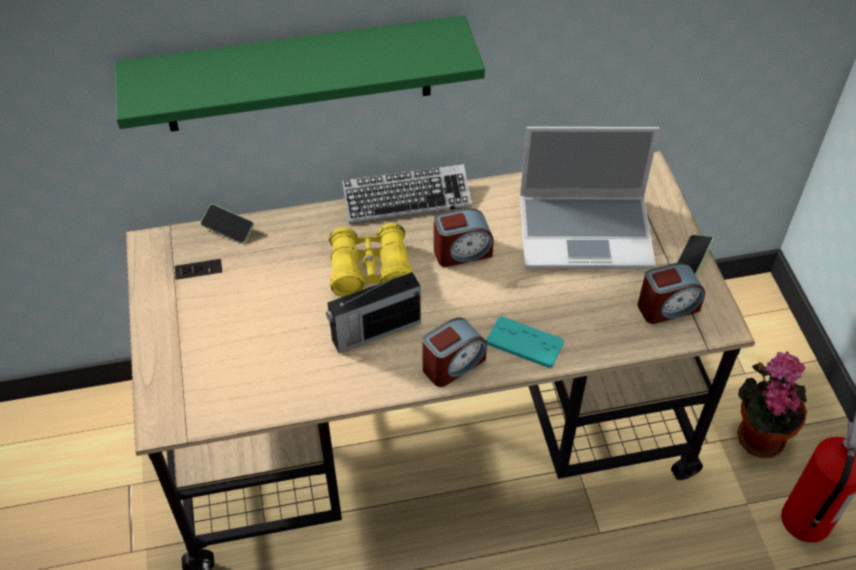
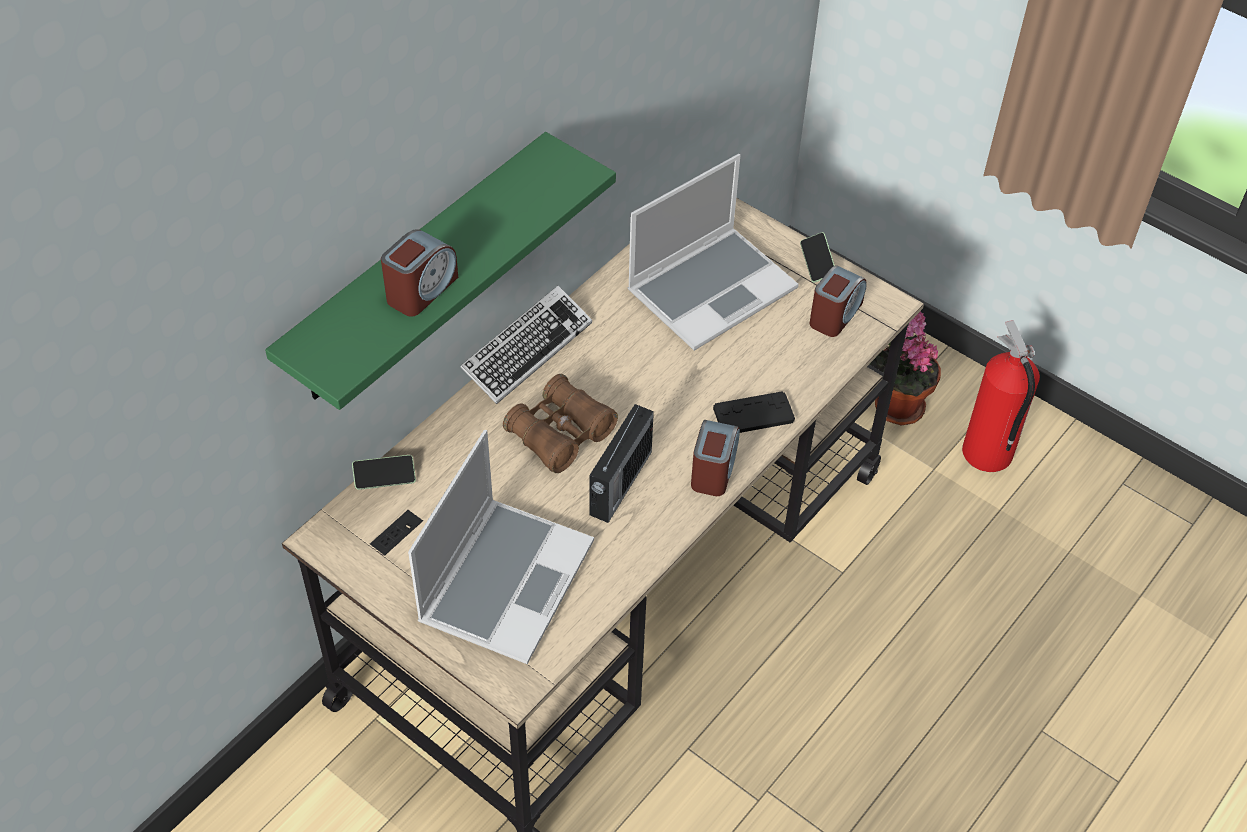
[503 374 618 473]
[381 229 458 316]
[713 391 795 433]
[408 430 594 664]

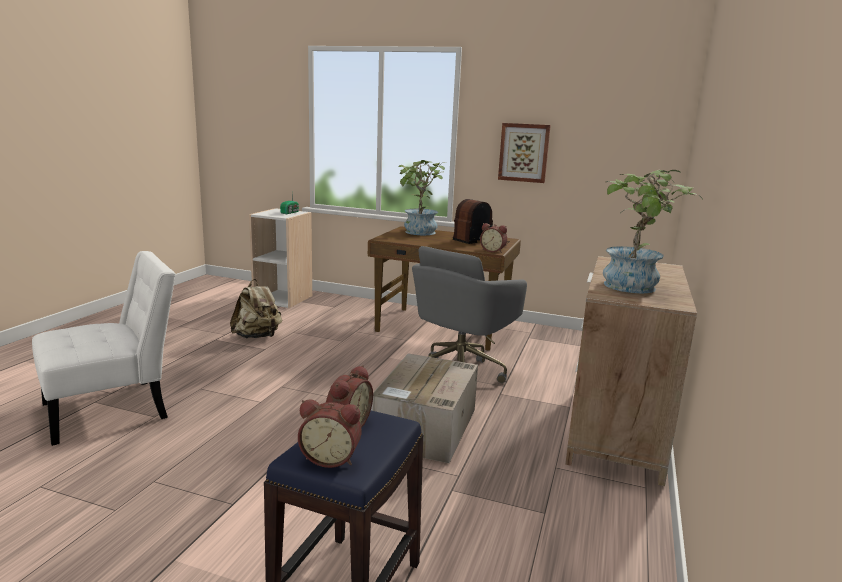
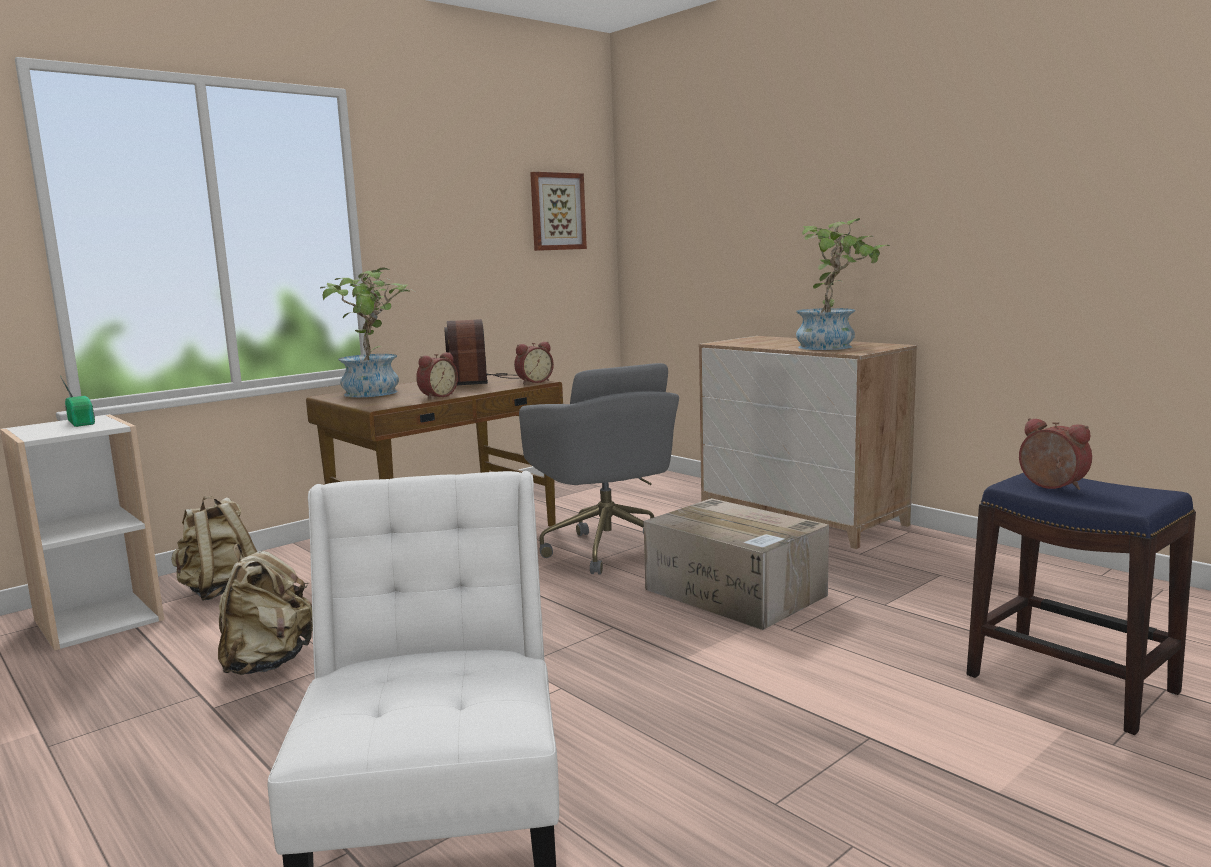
[416 352 458 399]
[530 172 587 251]
[171 496 257 601]

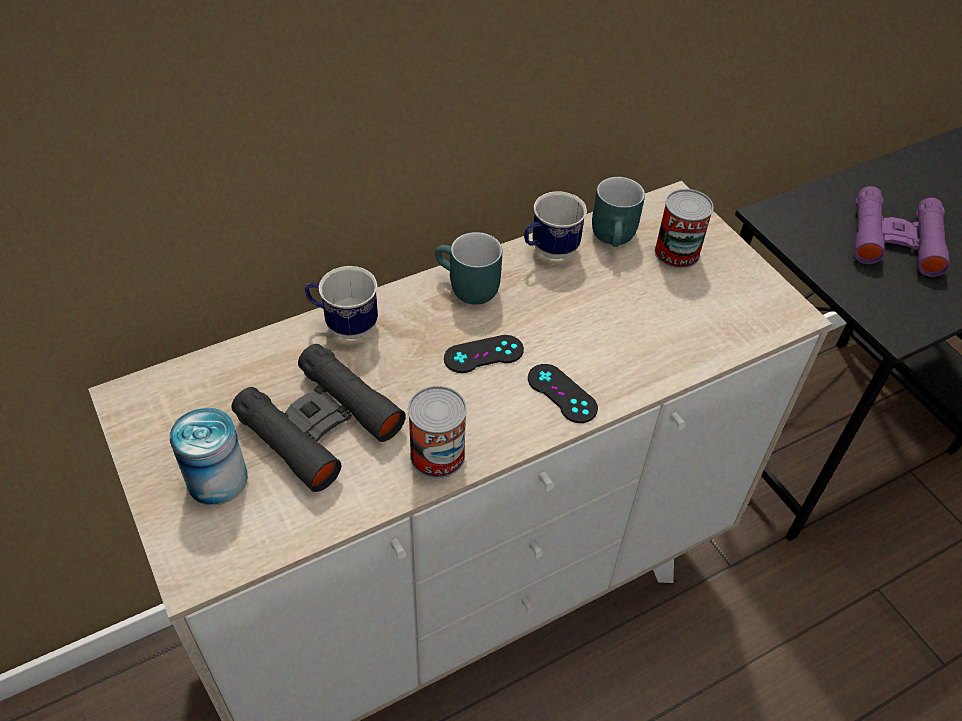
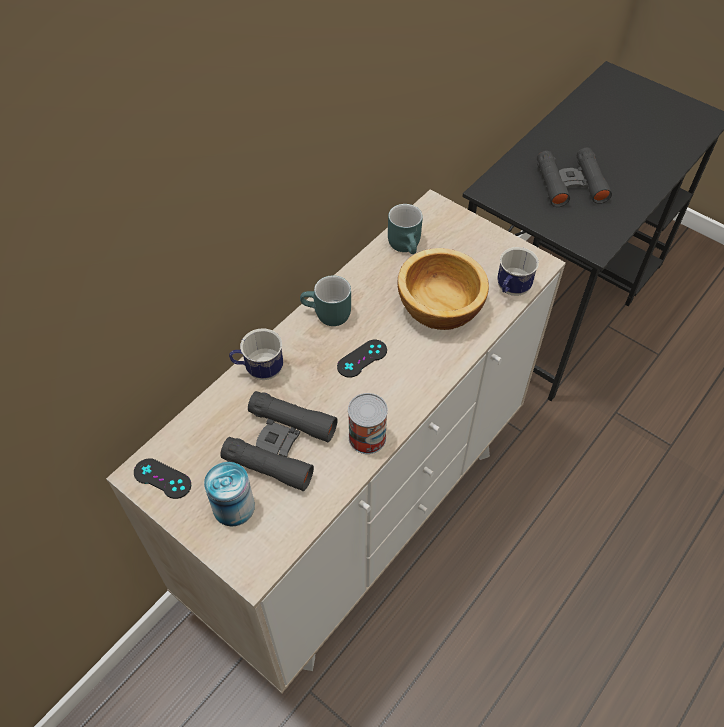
[497 247 539 296]
[134 458 191 499]
[654 189 714 269] (first image)
[537 148 612 207]
[397 248 489 330]

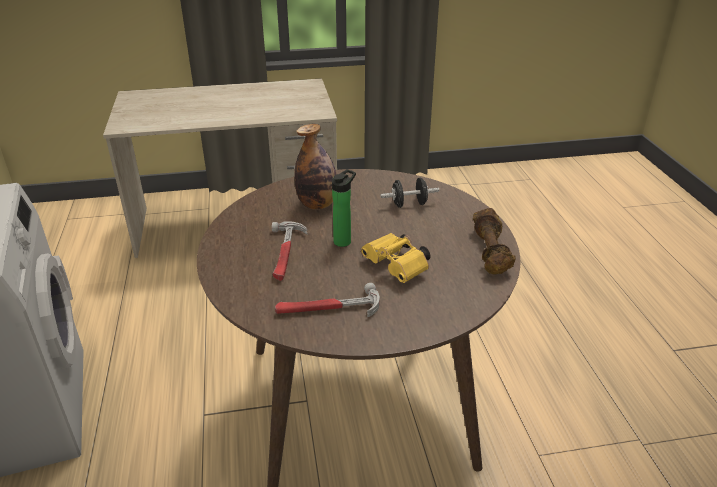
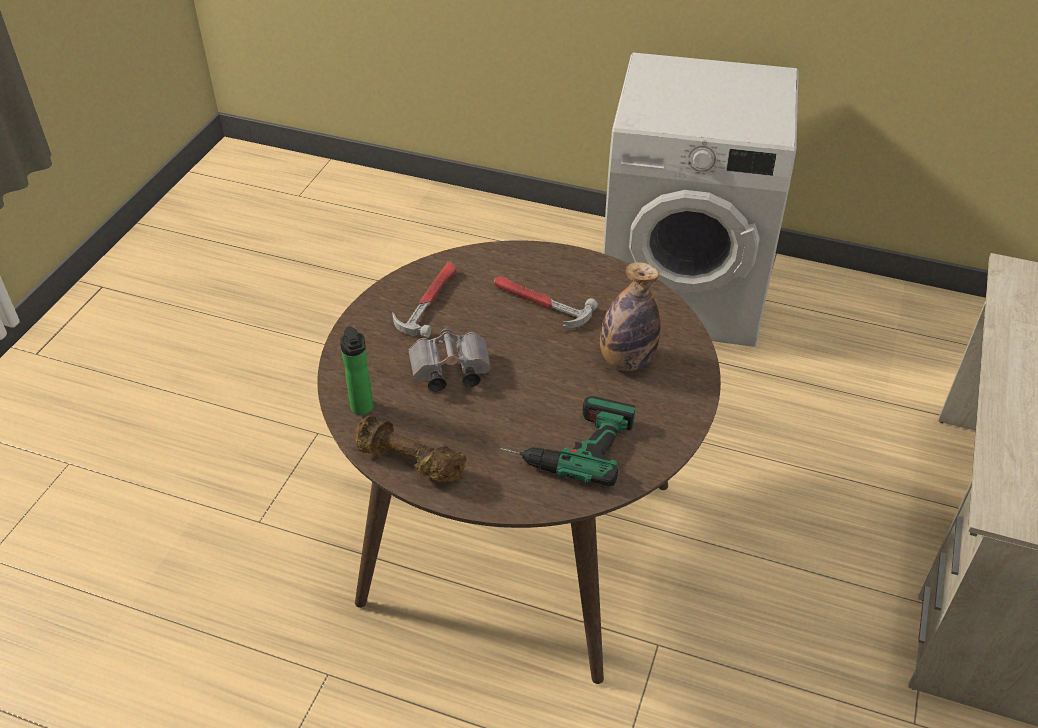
[340 326 374 415]
[408 328 491 392]
[500 396 635 486]

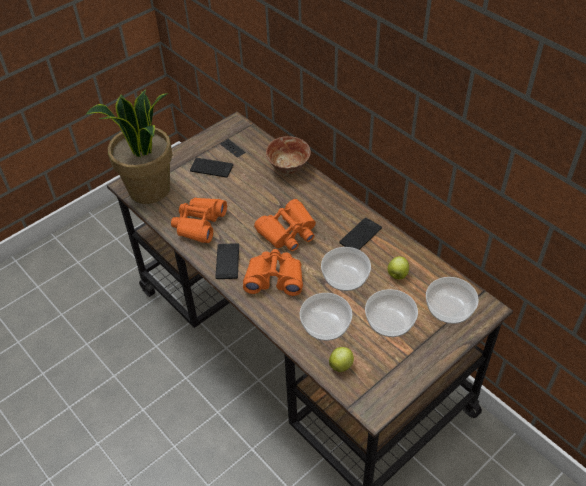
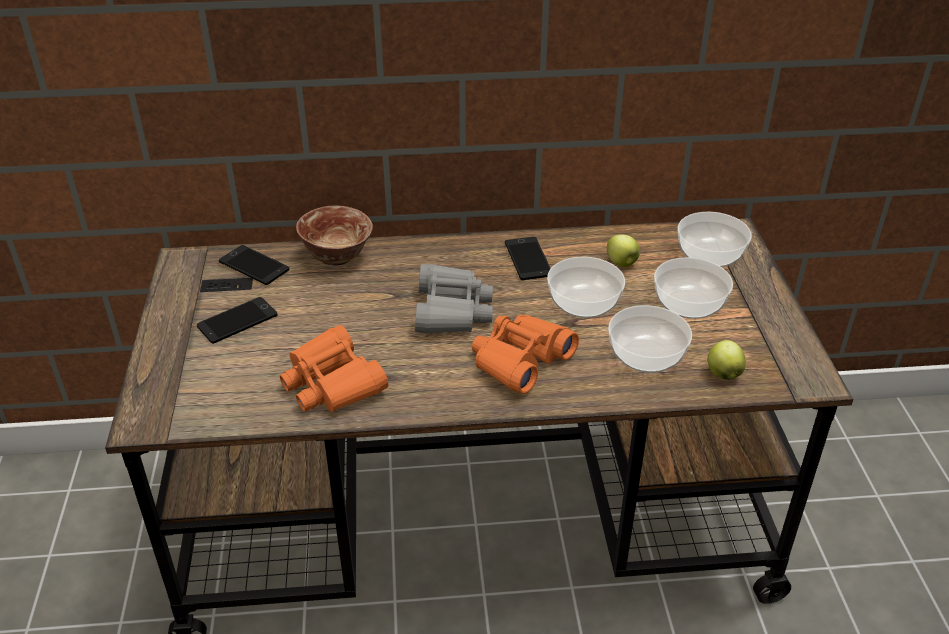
[86 89 173 204] (first image)
[219 245 289 285]
[415 264 493 334]

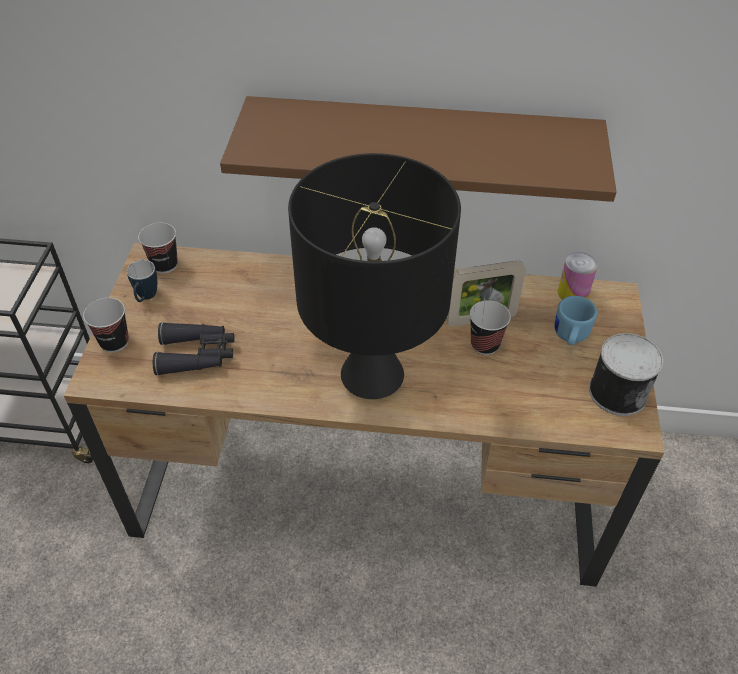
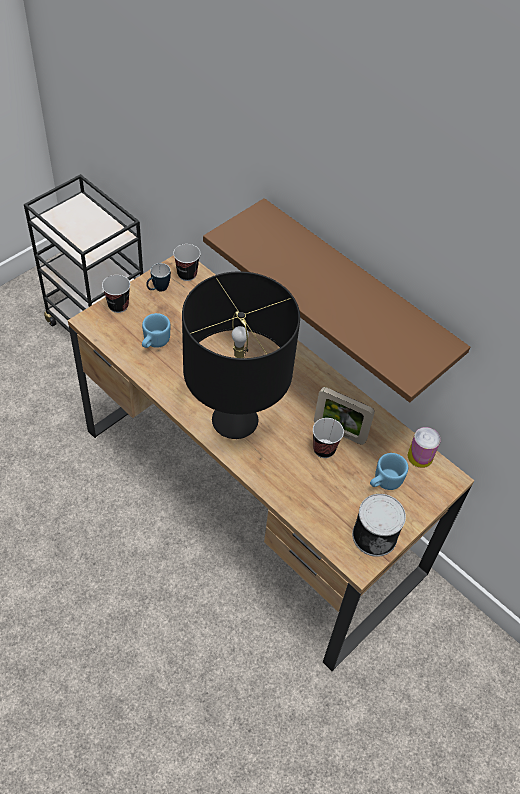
[142 313 170 348]

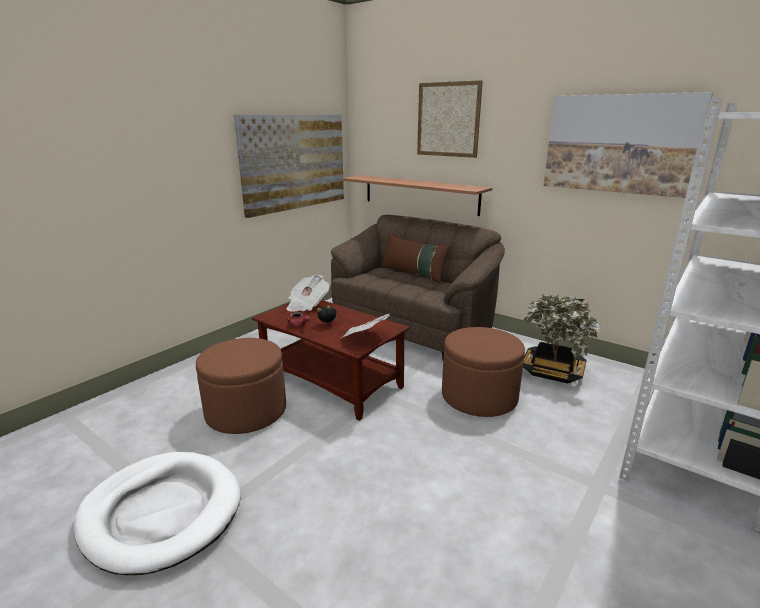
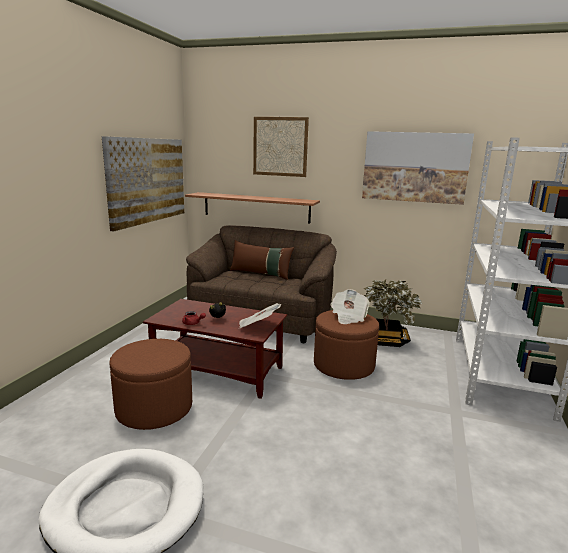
[331 289 370 324]

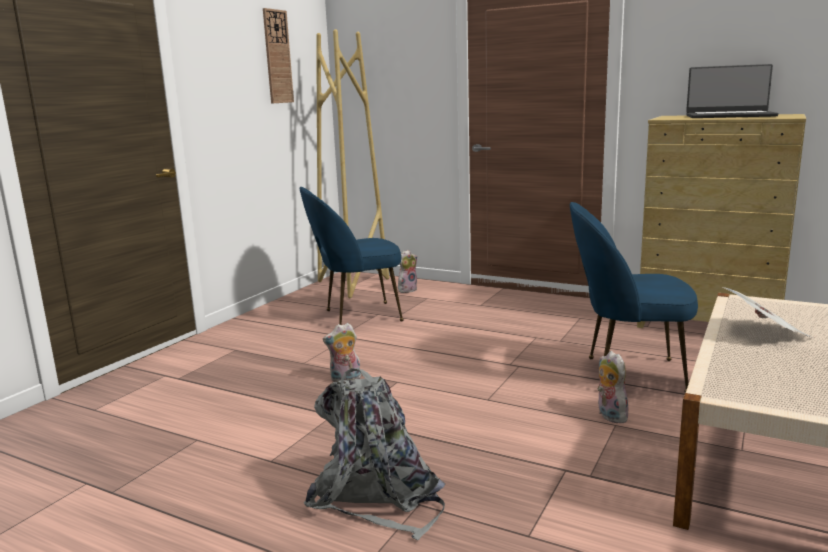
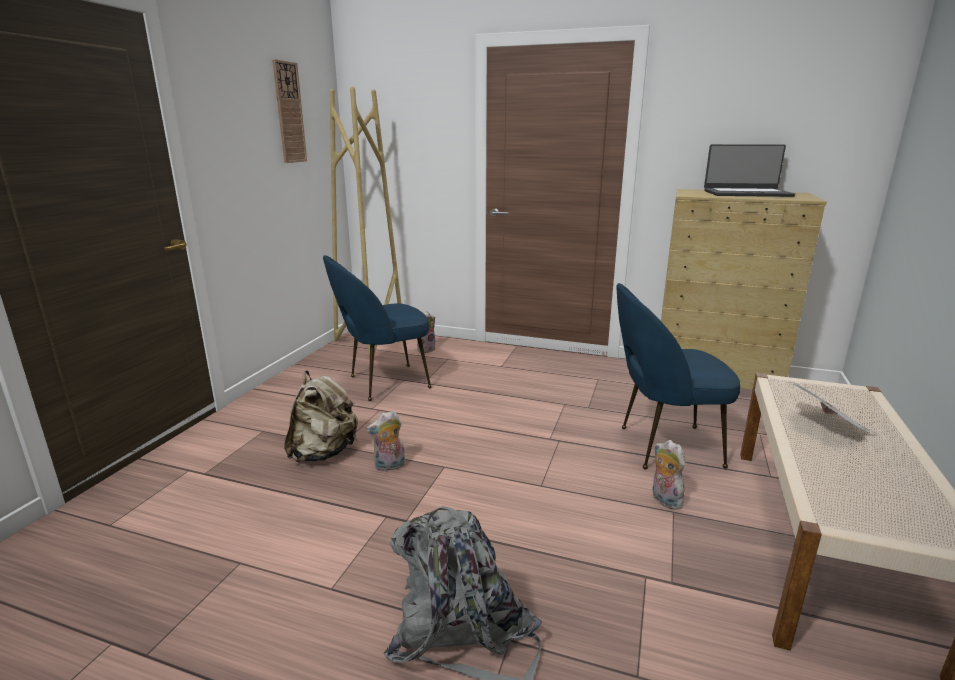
[284 370 358 462]

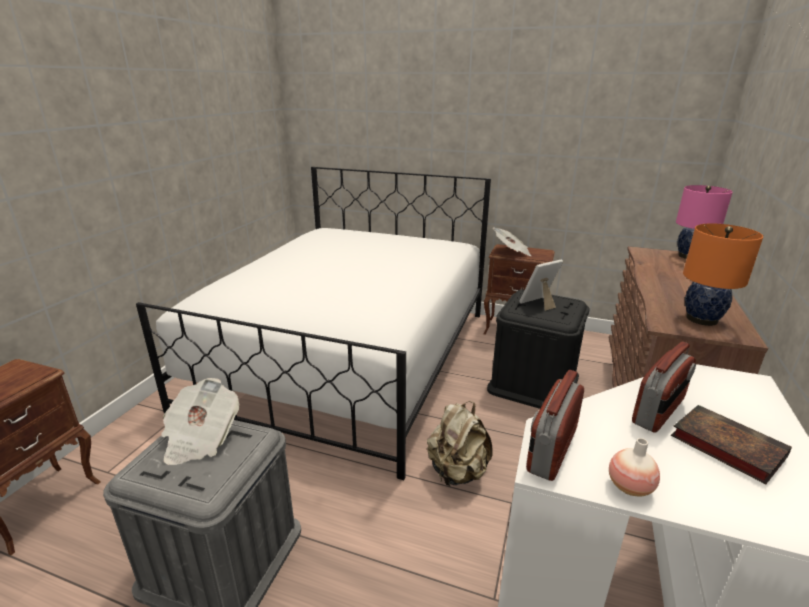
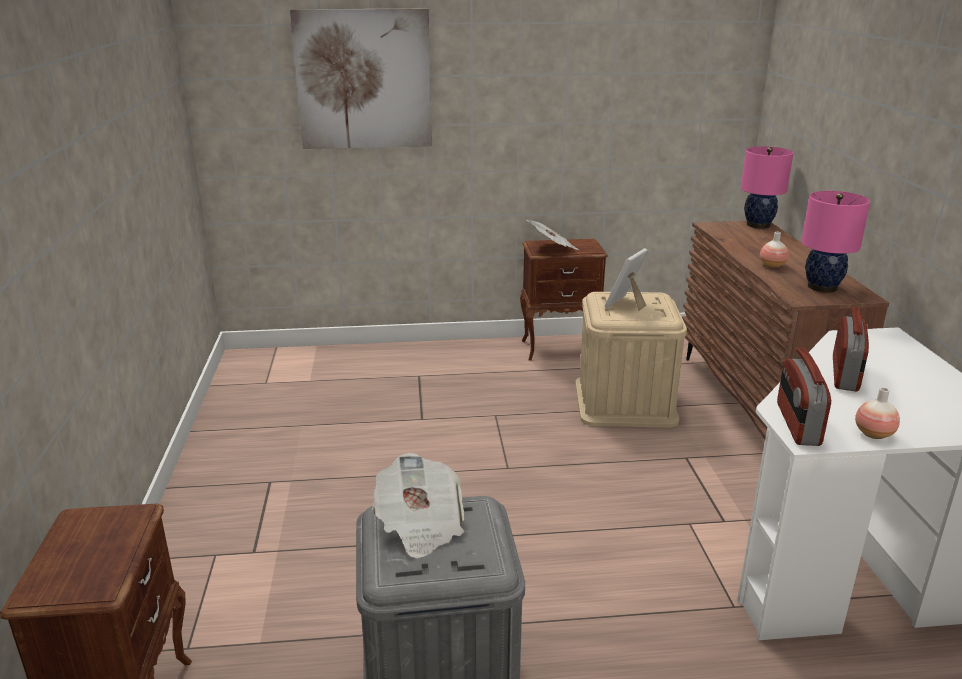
[136 167 491 480] (first image)
[427 401 493 487] (first image)
[575 292 687 428]
[671 405 792 484] (first image)
[801 191 870 292]
[290 9 432 149]
[760 232 789 268]

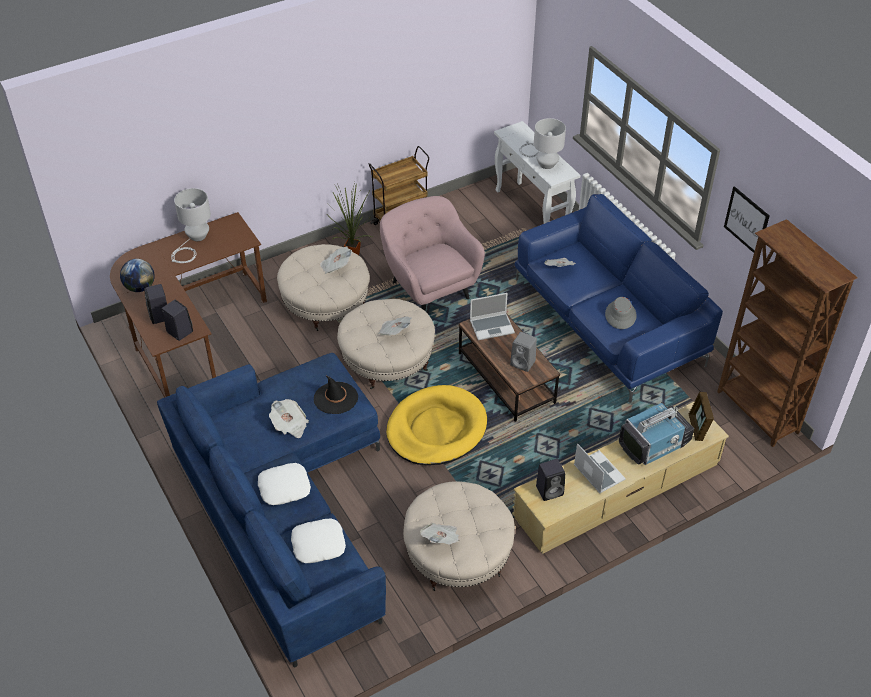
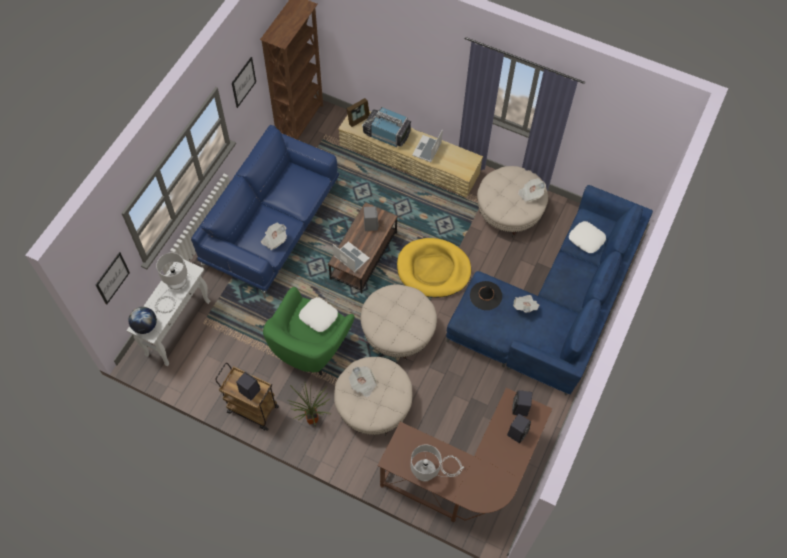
[128 307 157 334]
[299 297 338 332]
[378 316 412 336] (first image)
[263 287 354 375]
[236 372 260 400]
[605 297 637 329] (first image)
[96 252 130 305]

